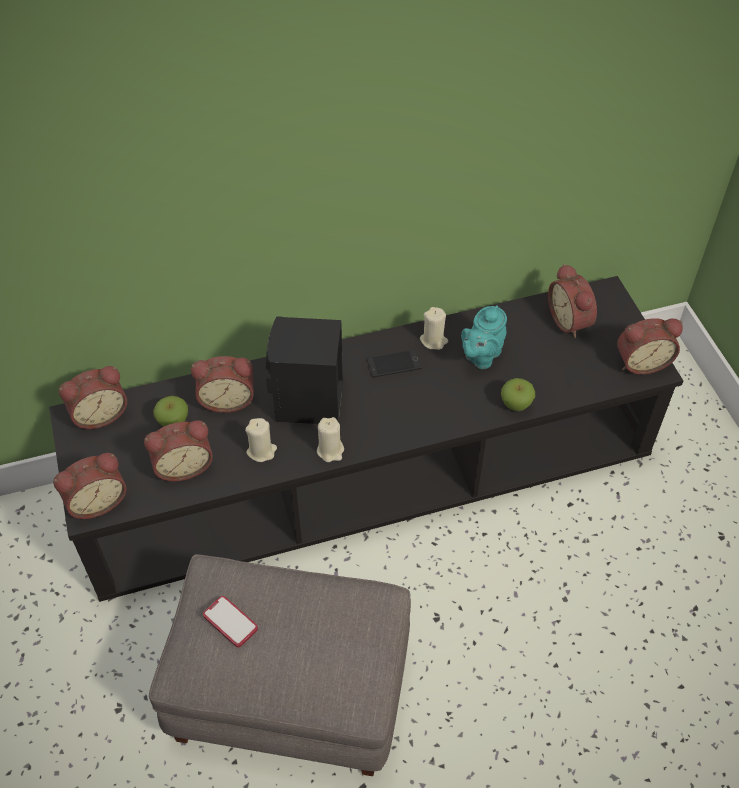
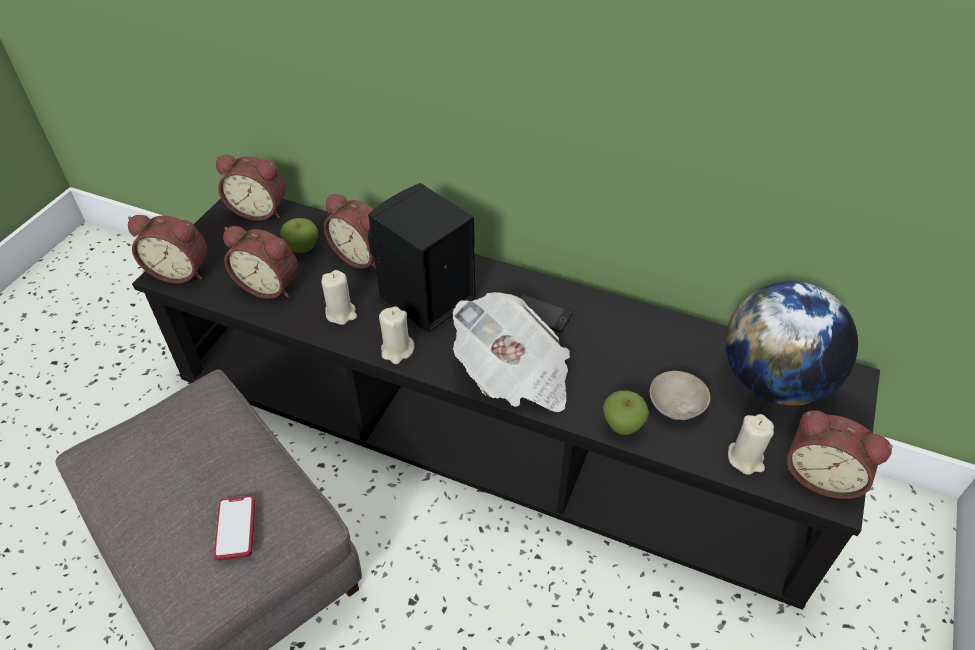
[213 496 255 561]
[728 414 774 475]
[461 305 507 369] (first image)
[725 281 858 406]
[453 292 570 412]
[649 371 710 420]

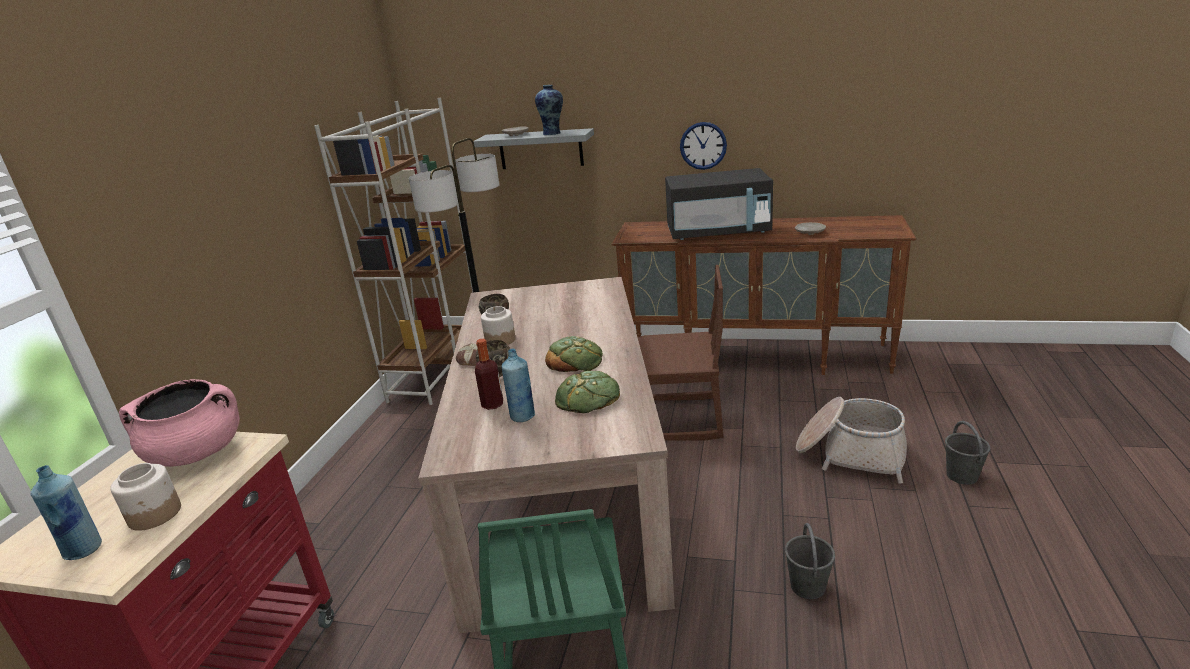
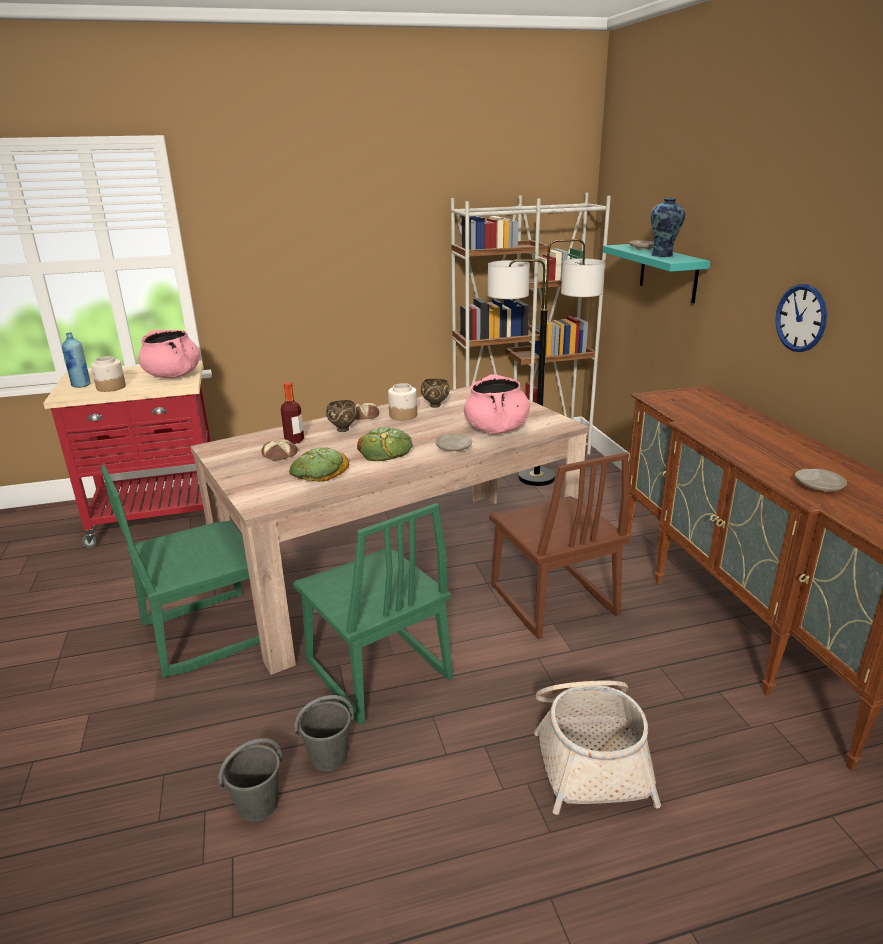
[603 244 710 303]
[261 438 298 461]
[665 168 773 240] (first image)
[218 738 283 822]
[293 503 453 725]
[435 433 472 452]
[464 374 530 434]

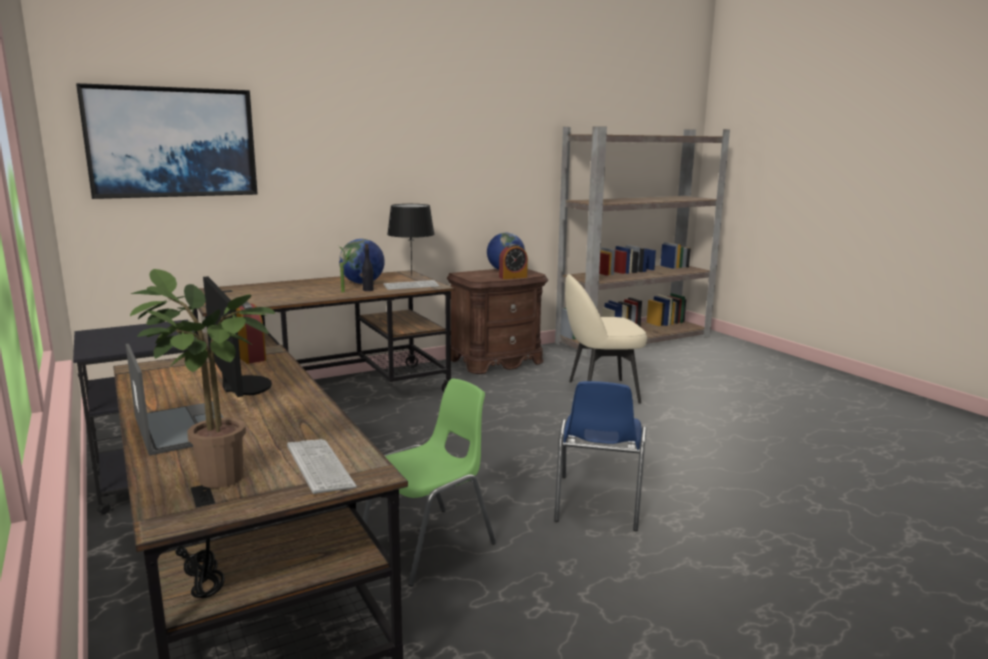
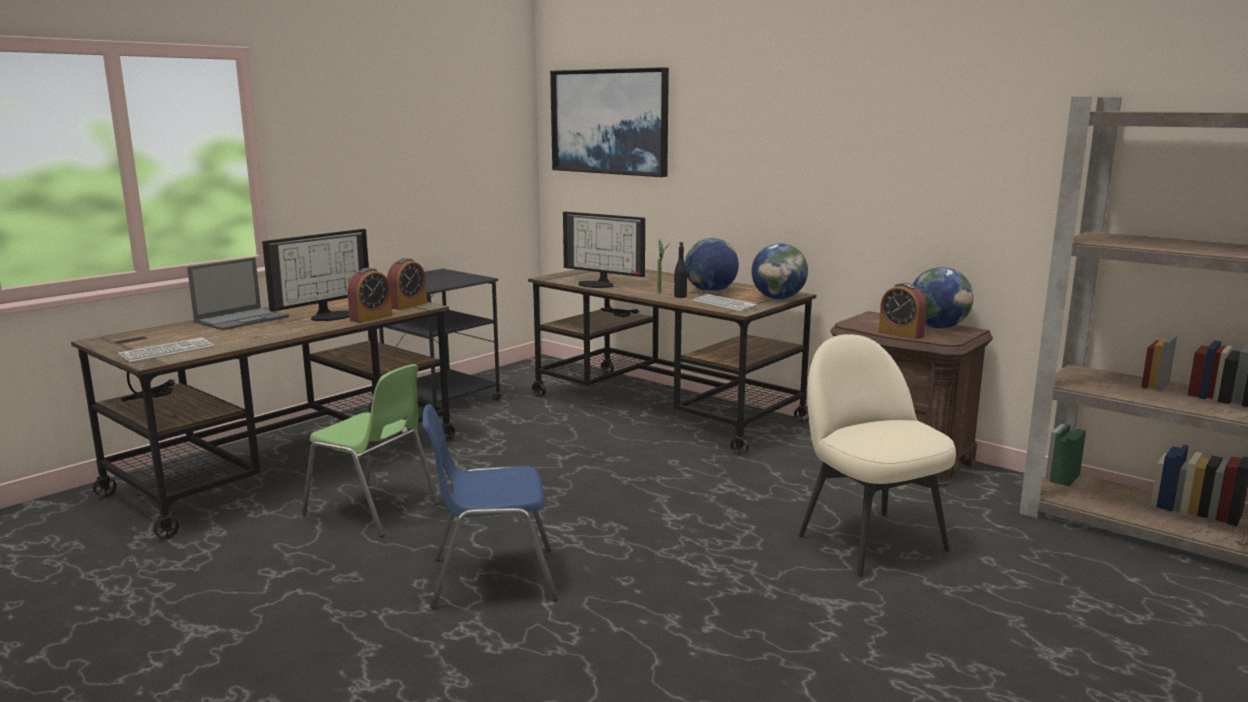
[130 269 275 488] (first image)
[751 243 808 299]
[348 268 392 323]
[563 212 645 288]

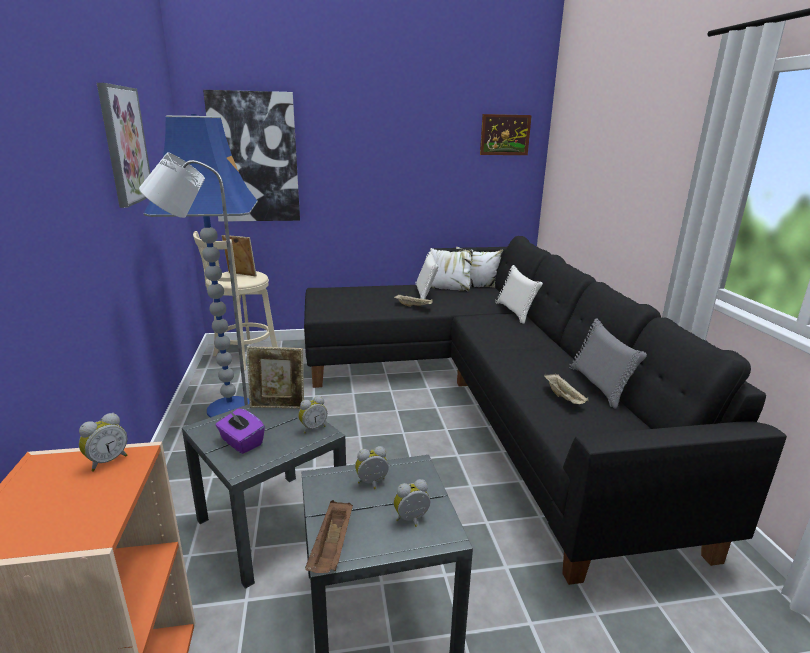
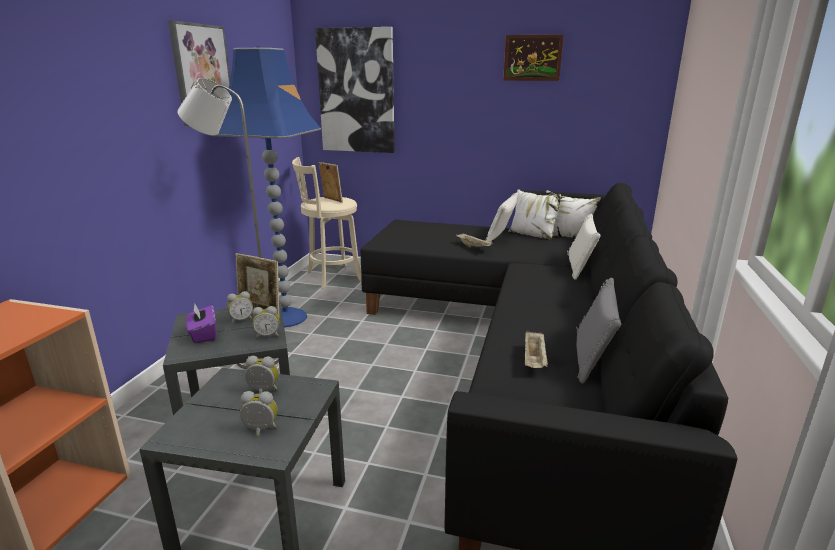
[227 291 253 324]
[305 500 353 573] (first image)
[503 34 564 81]

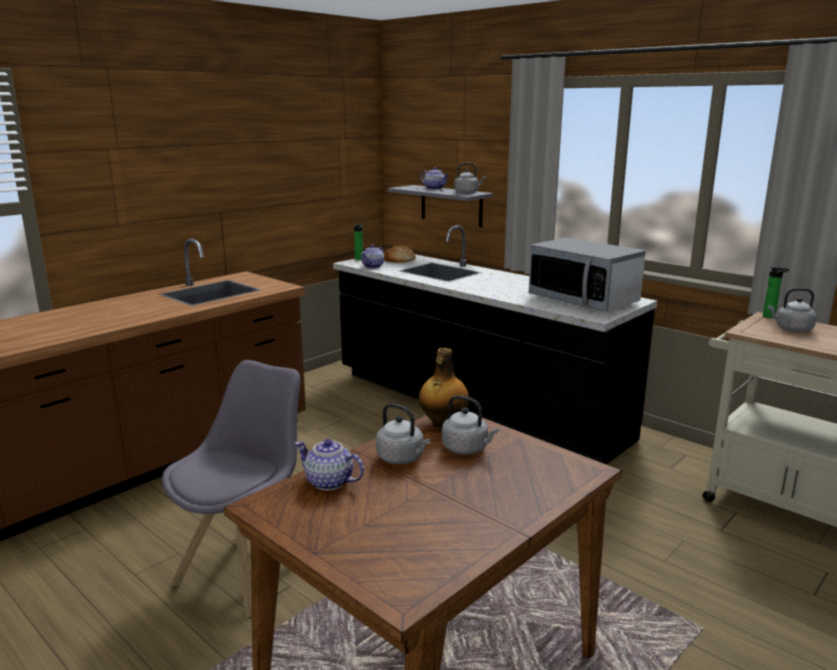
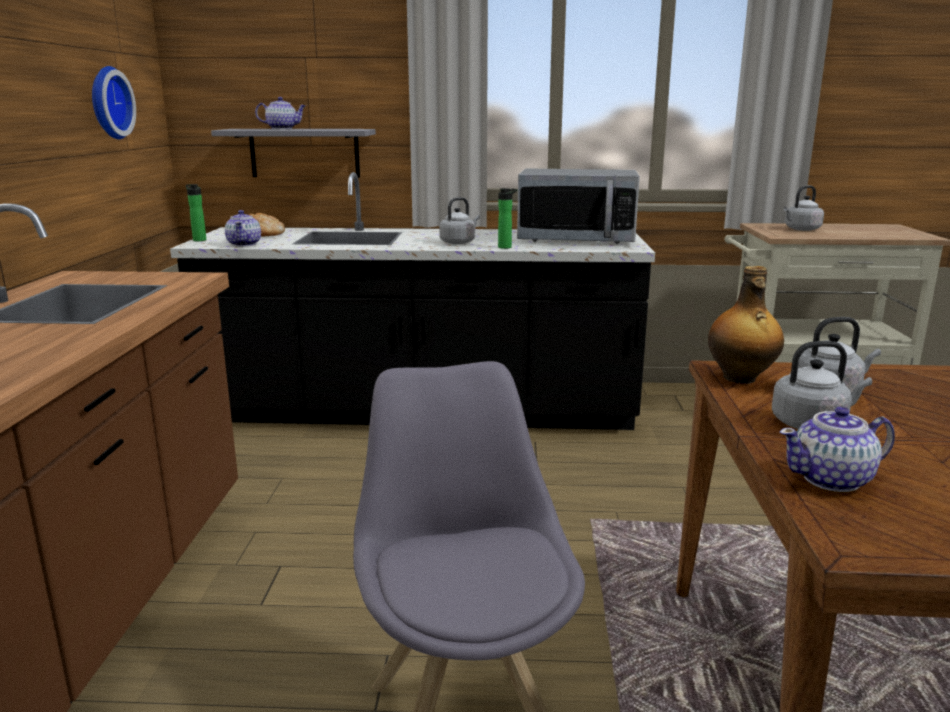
[439 197 480 244]
[498 188 517 249]
[92 66 136 139]

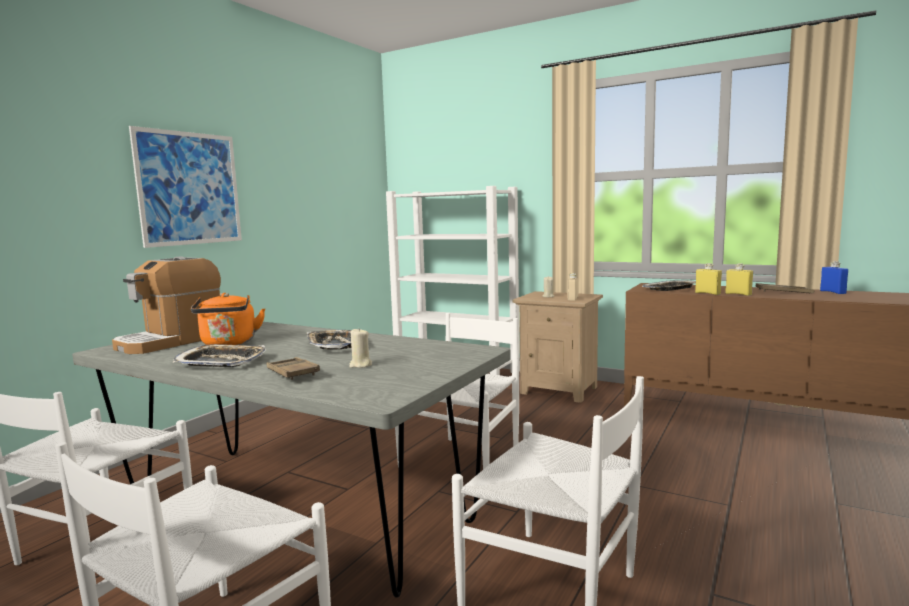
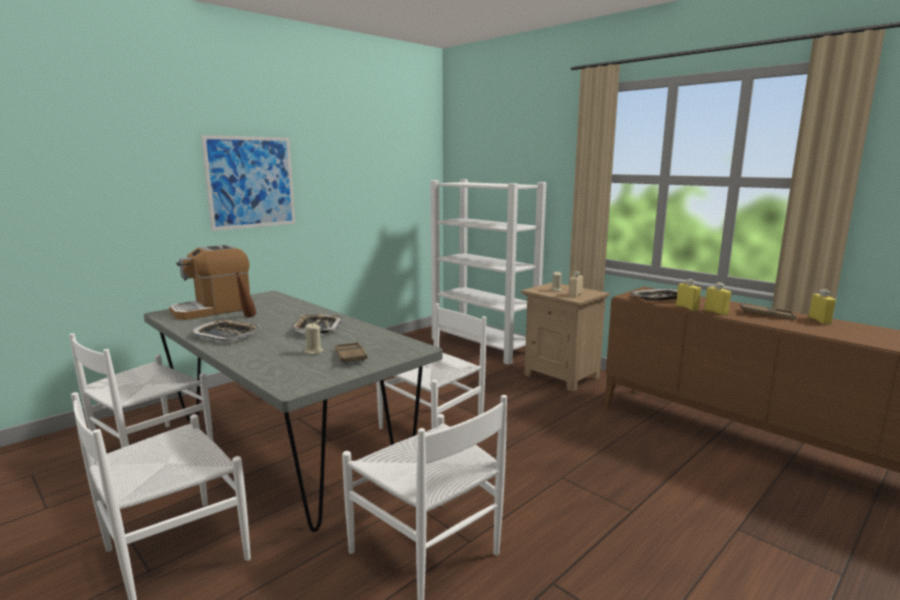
[235 271 257 317]
[335 342 367 364]
[808 289 836 324]

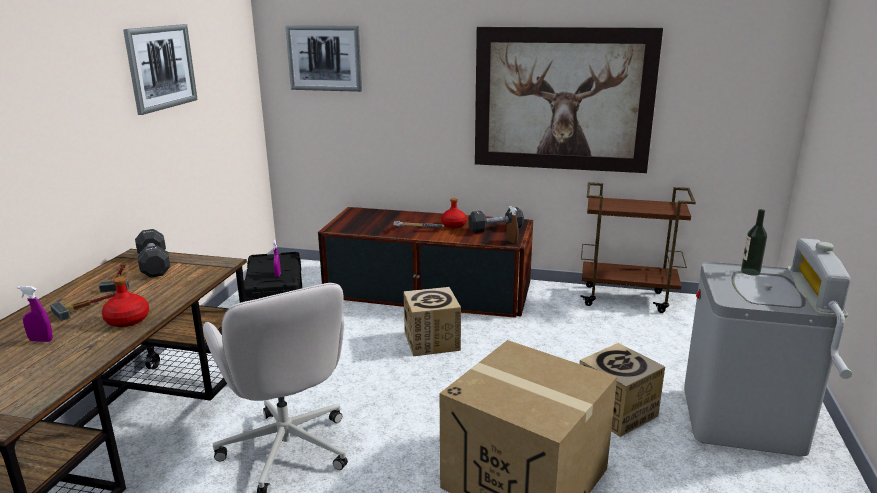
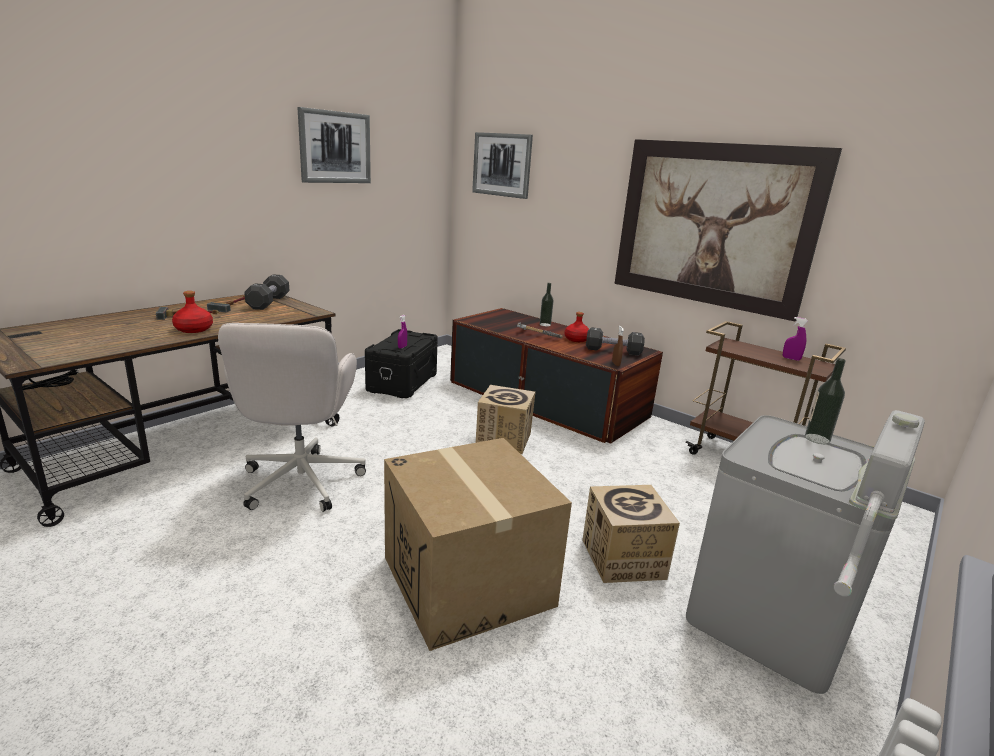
[783 317 808 361]
[540 283 554 326]

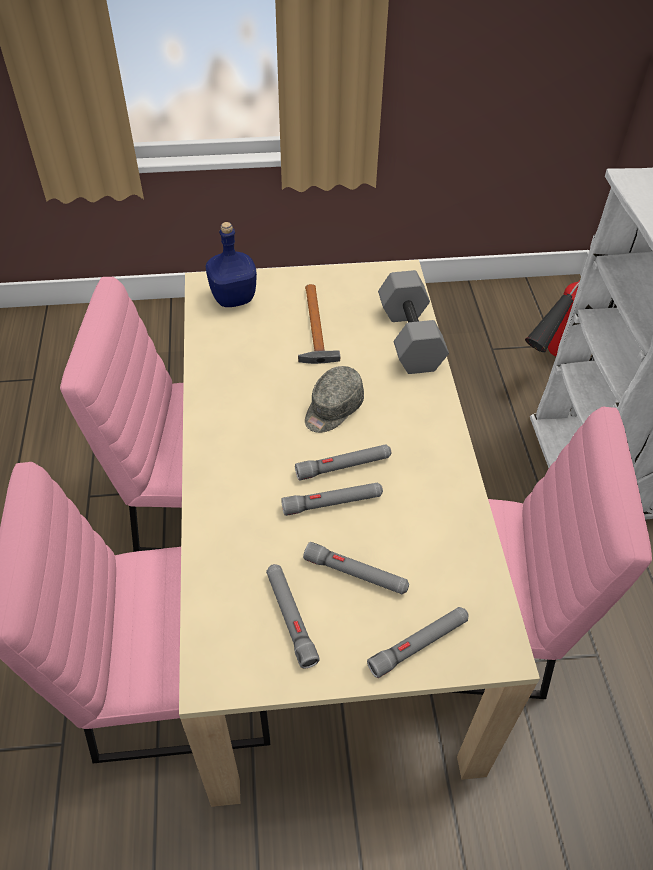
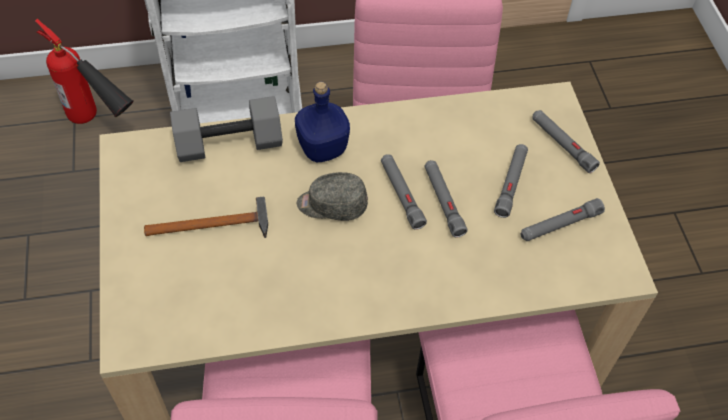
[295 81 350 162]
[297 172 368 221]

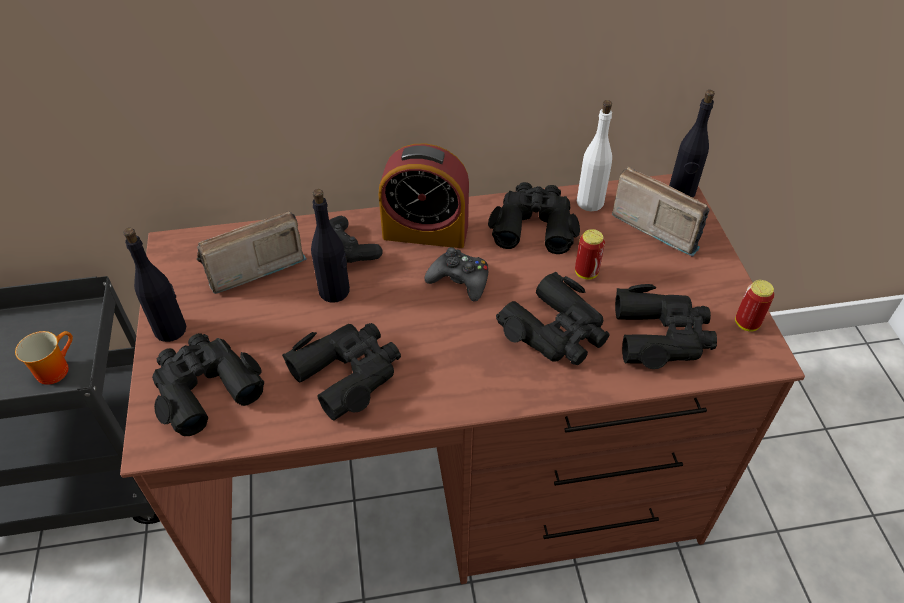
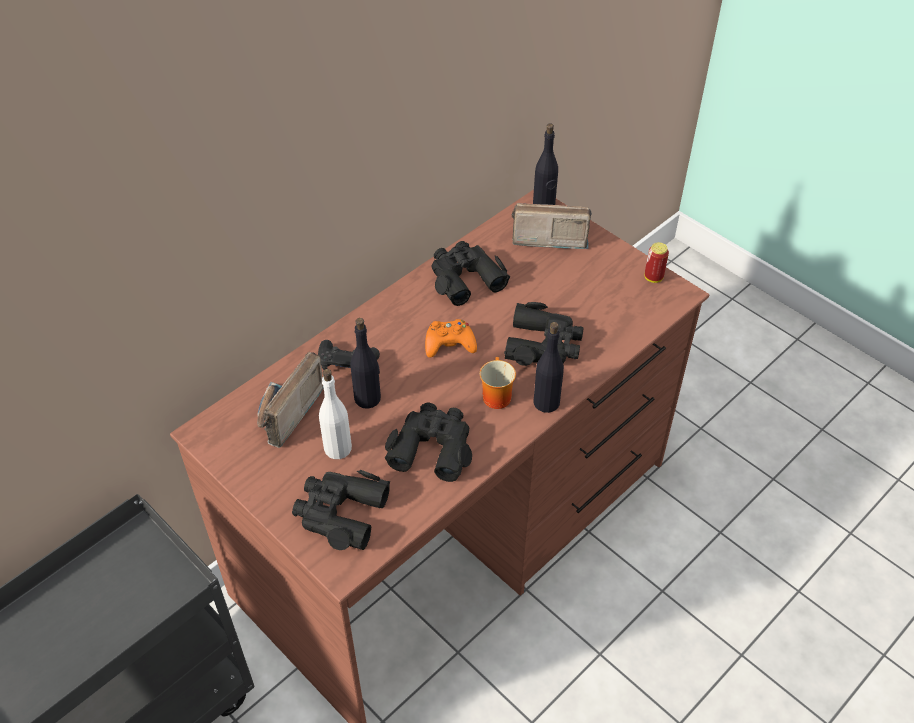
[480 357 516 409]
[533 322 564 413]
[379 144 469 248] (first image)
[425 319 477 357]
[575 229 605 279] (first image)
[319 369 352 459]
[615 284 717 369] (first image)

